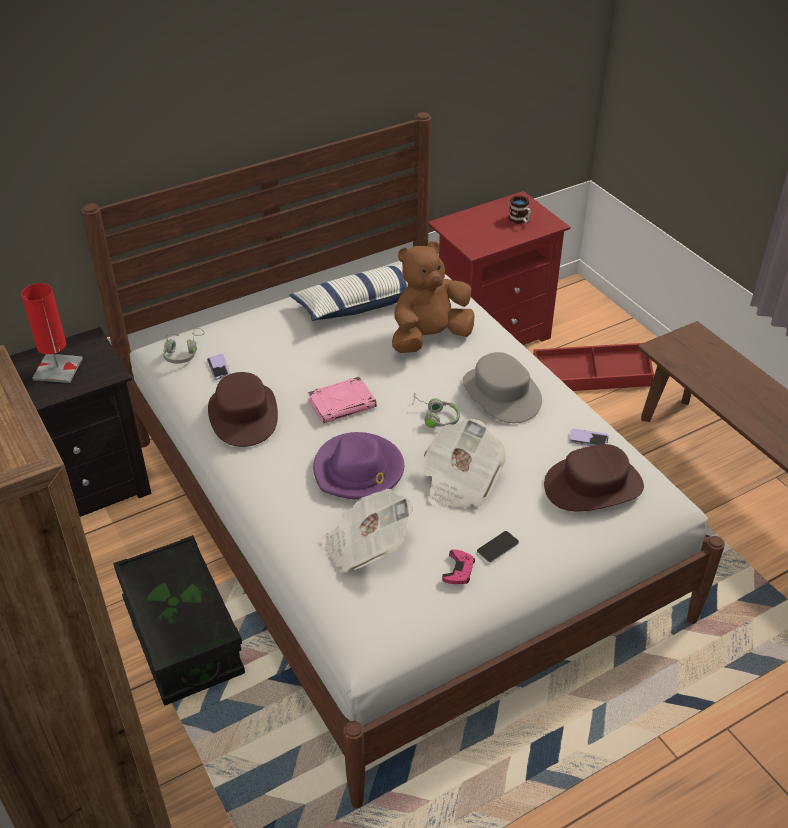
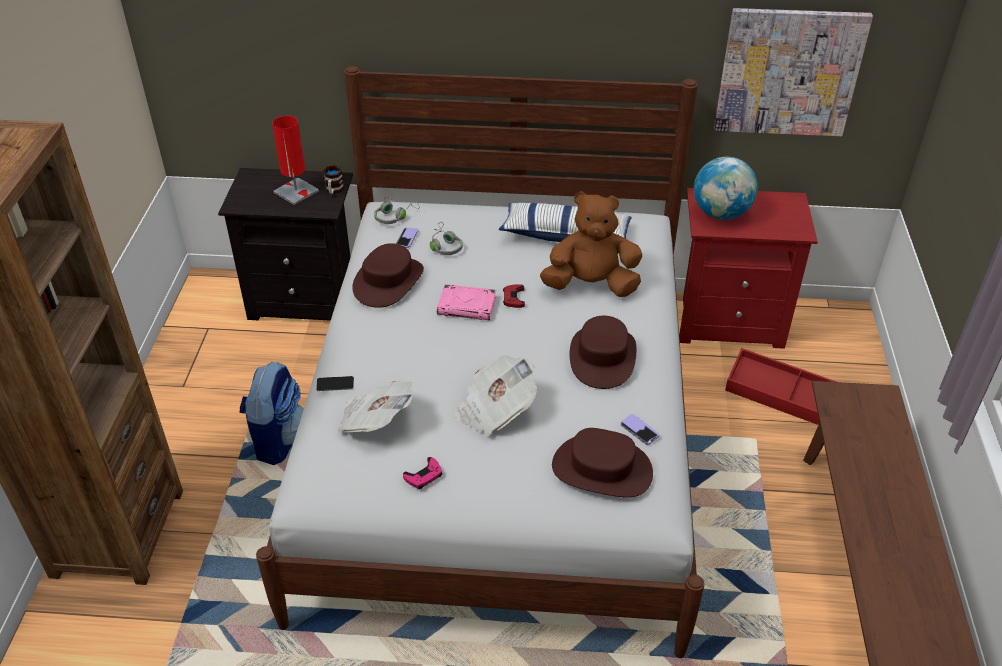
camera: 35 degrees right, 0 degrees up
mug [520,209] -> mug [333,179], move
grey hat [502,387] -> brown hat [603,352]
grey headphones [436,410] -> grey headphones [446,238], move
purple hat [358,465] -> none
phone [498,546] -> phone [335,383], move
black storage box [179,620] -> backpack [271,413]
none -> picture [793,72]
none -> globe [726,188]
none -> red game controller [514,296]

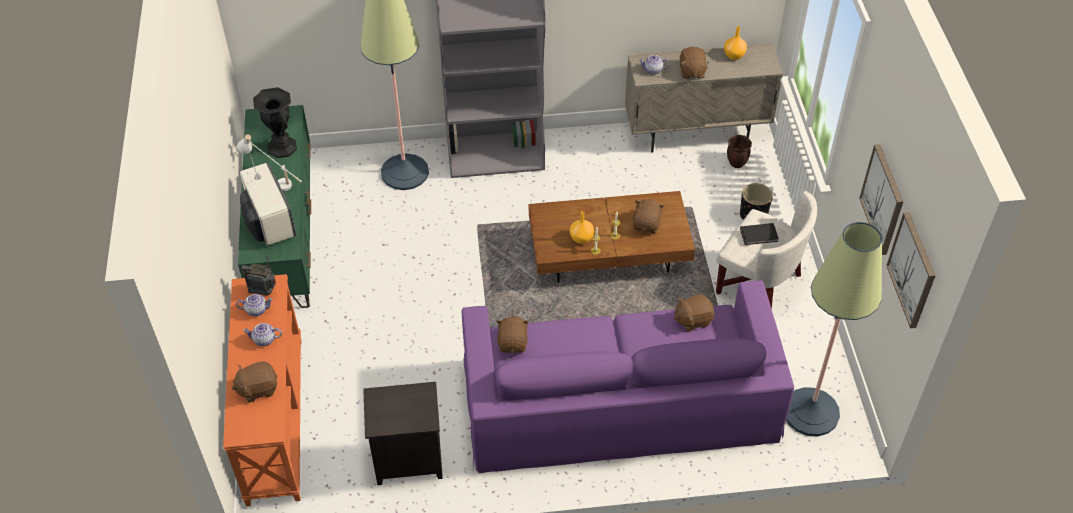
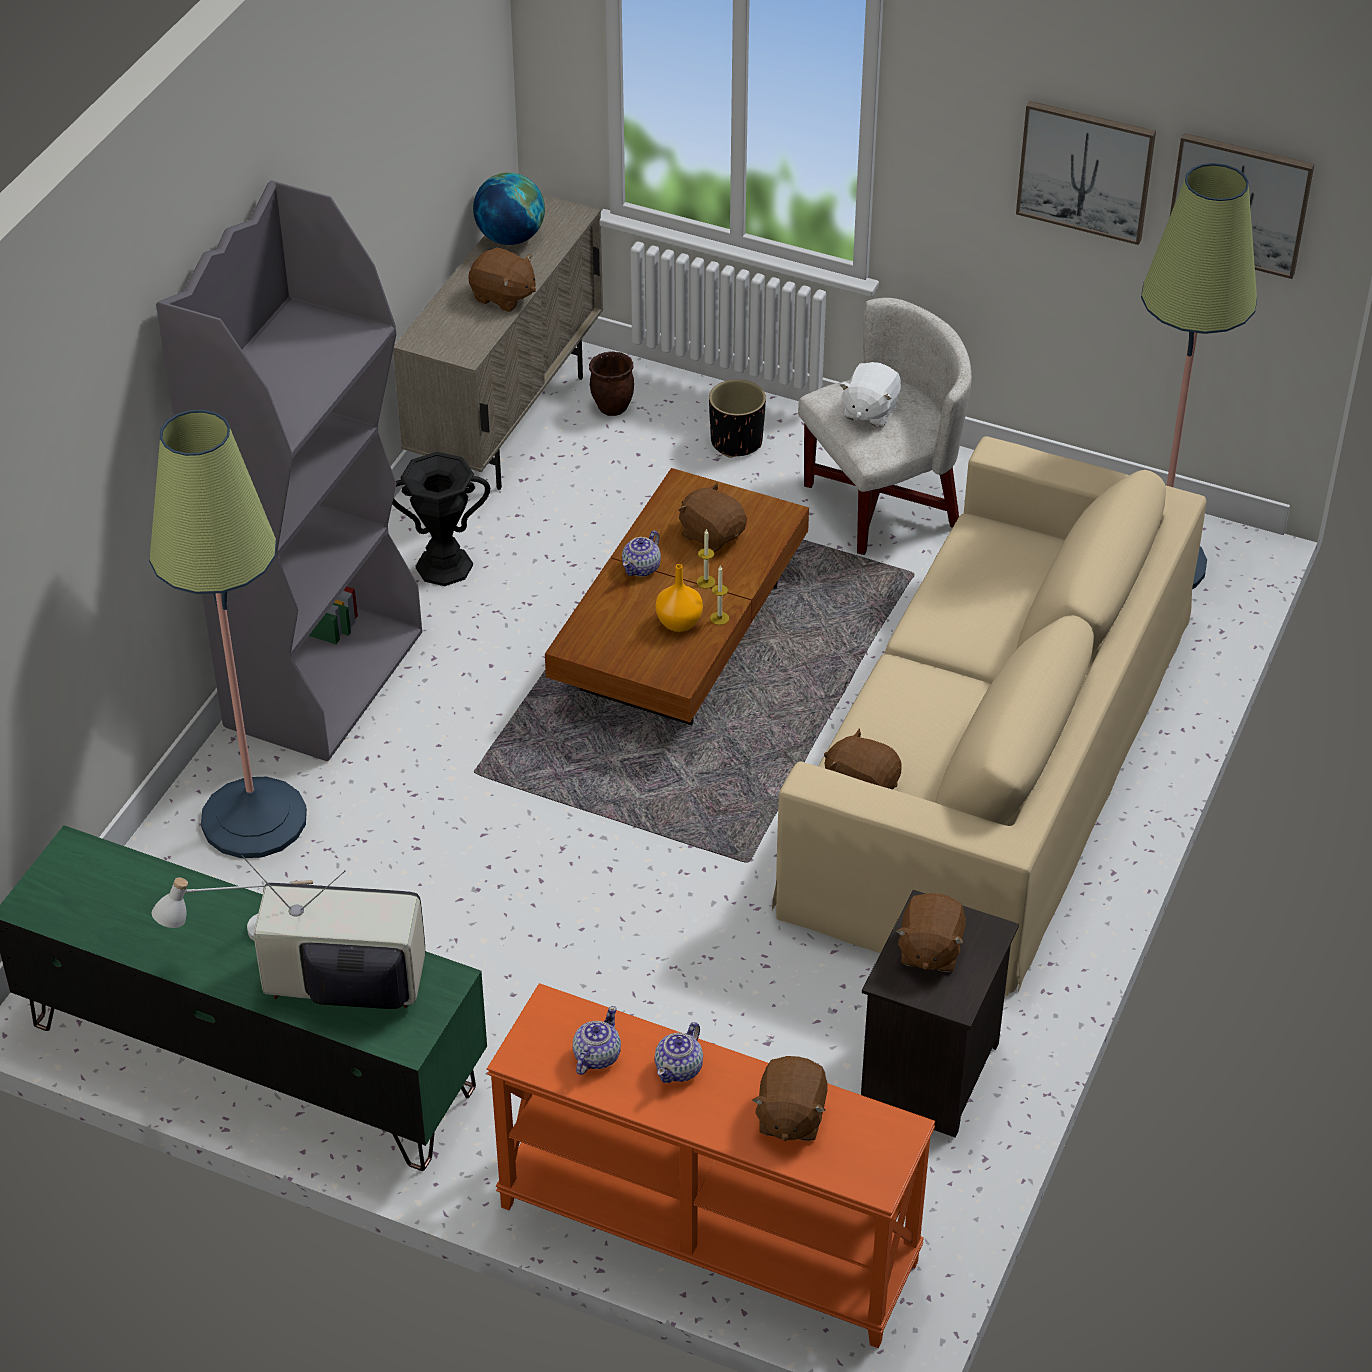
camera: 60 degrees left, 5 degrees down
orange vase [735,43] -> globe [509,208]
teapot [654,65] -> teapot [641,554], move
black vase [275,122] -> black vase [441,519], move
black book [759,234] -> white plush toy [870,394]
radio [258,275] -> none
purple sofa [628,376] -> beige sofa [989,716]
brown plush toy [694,313] -> brown plush toy [931,932], move

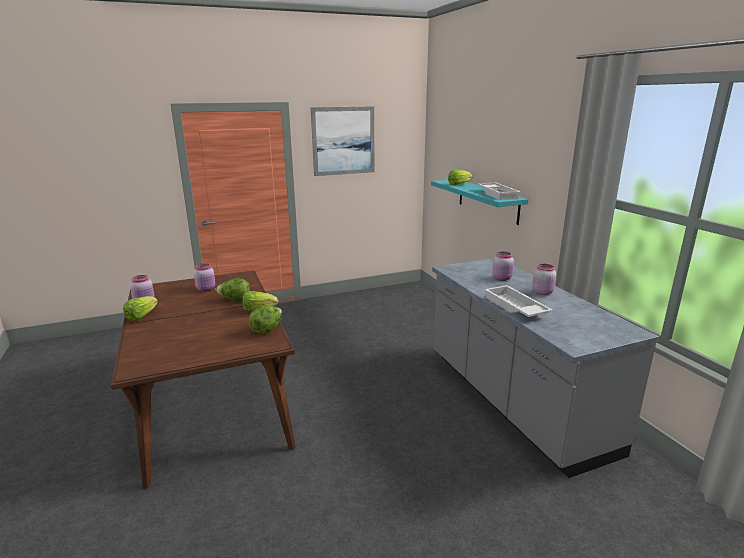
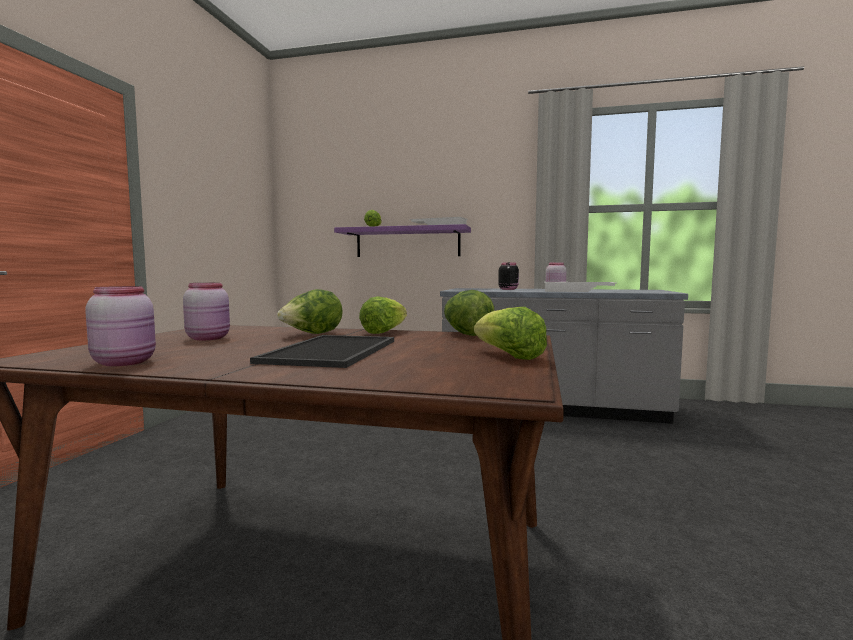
camera: 55 degrees left, 15 degrees down
picture [343,141] -> none
turquoise shelf [479,202] -> purple shelf [402,240]
pink jar [503,266] -> black jar [508,276]
lettuce [140,308] -> lettuce [510,333], move
none -> tray [322,351]

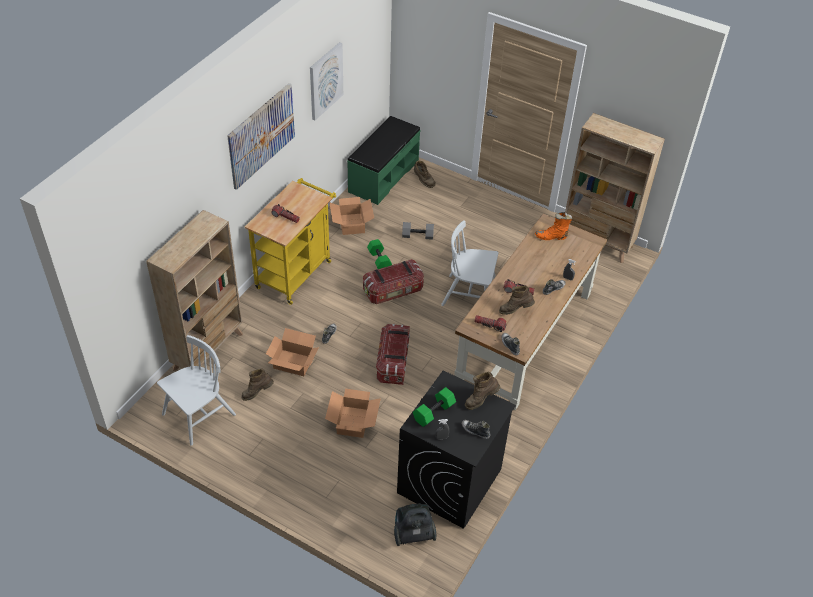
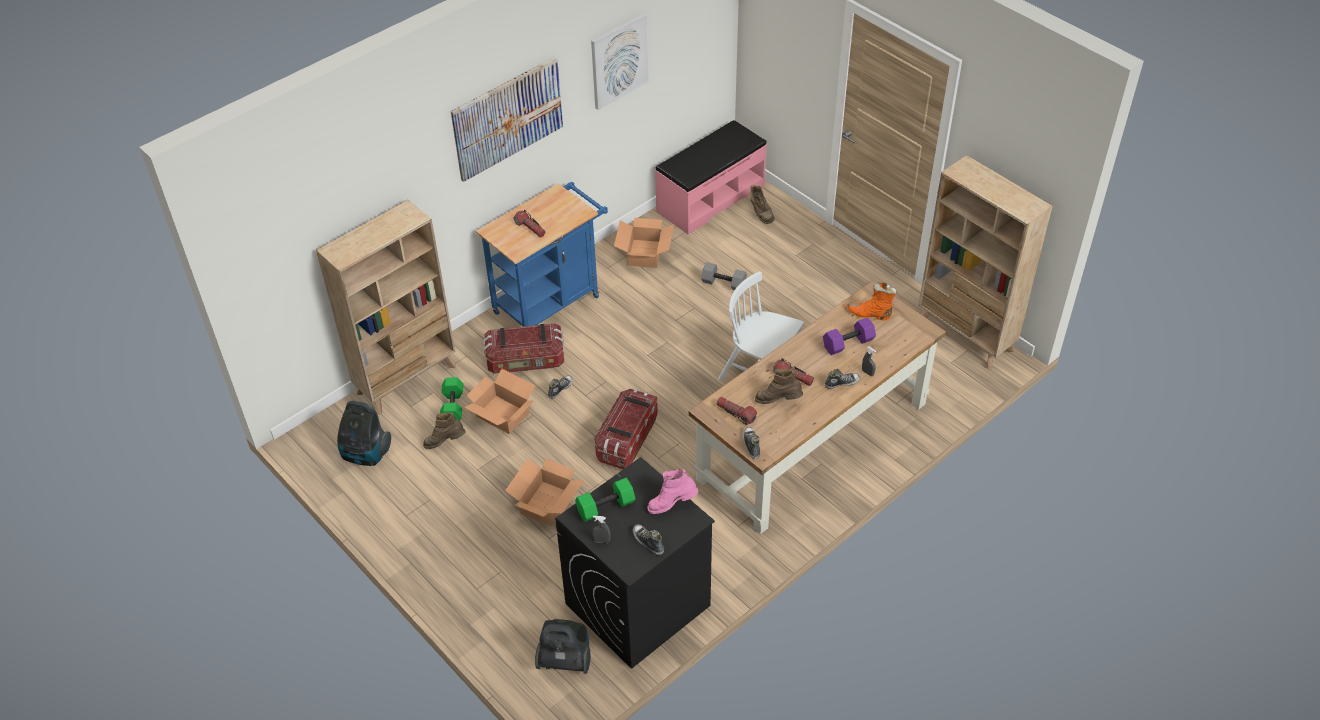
camera: 20 degrees right, 0 degrees up
green bench [384,160] -> pink bench [711,177]
yellow cart [290,241] -> blue cart [542,254]
green dumbbell [379,254] -> green dumbbell [452,399], move
storage box [393,281] -> storage box [523,348], move
white chair [196,390] -> vacuum cleaner [364,433]
brown boot [482,391] -> pink boot [672,491]
none -> purple dumbbell [849,336]

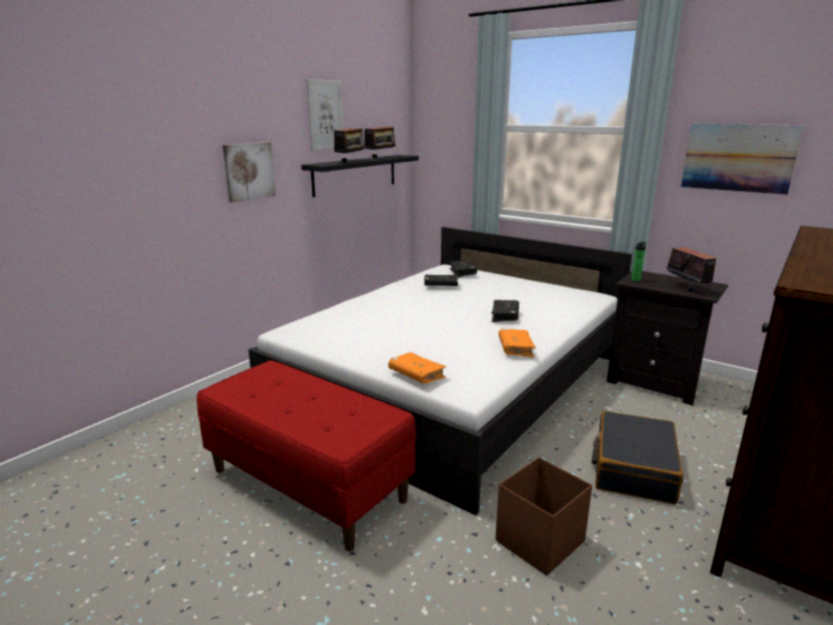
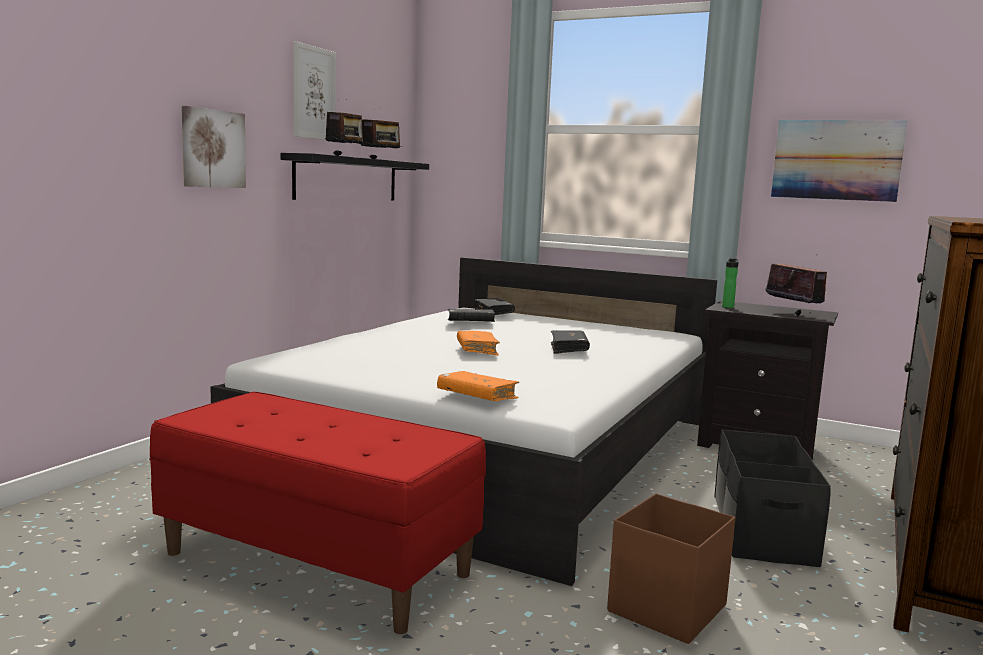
camera: 10 degrees left, 10 degrees down
orange book [517,343] -> orange book [478,343], move
black suitcase [637,457] -> black storage box [772,498]

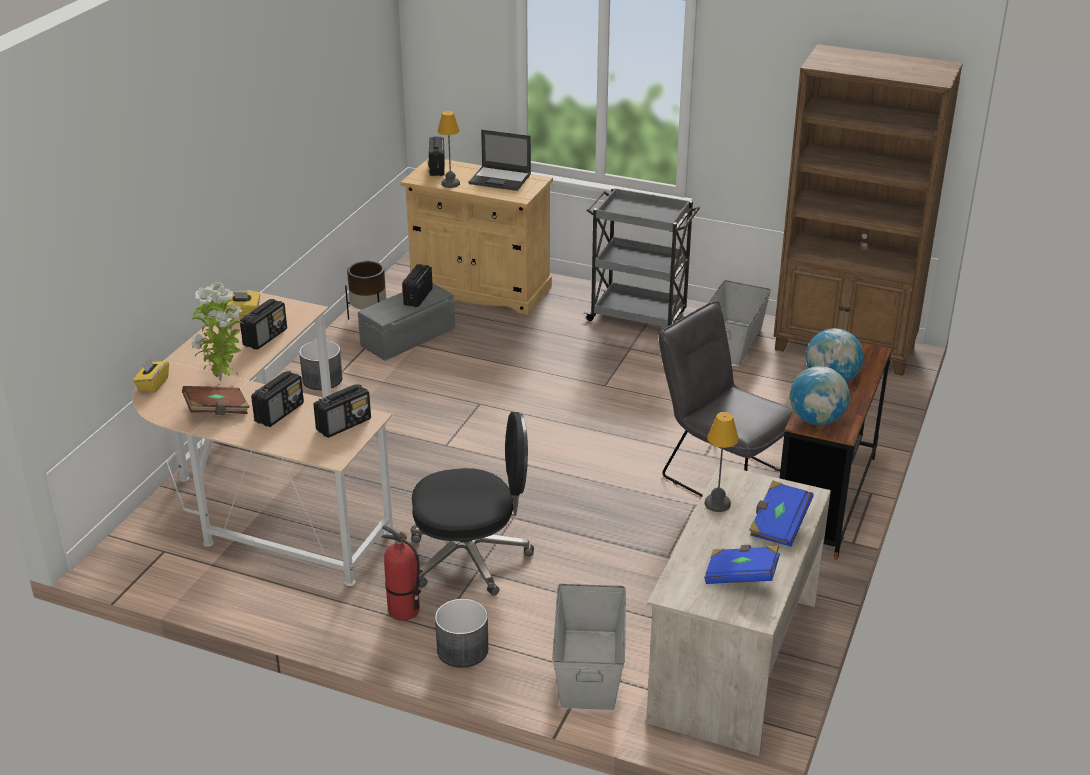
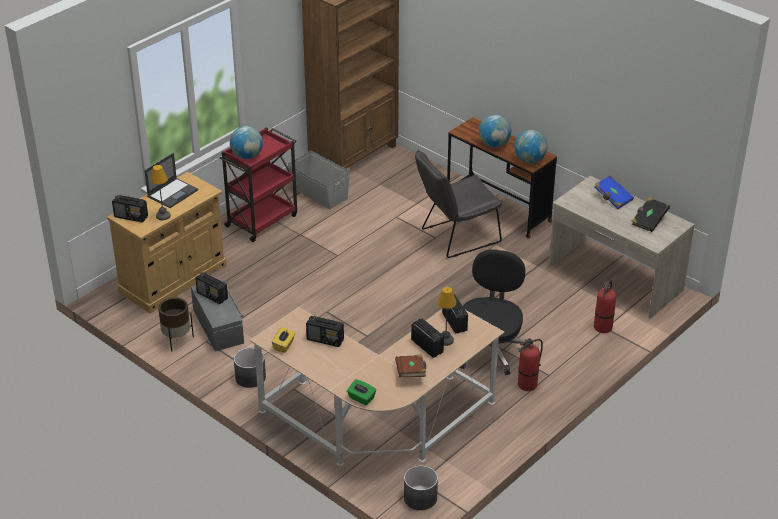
camera: 70 degrees left, 5 degrees up
grey cart [642,257] -> red cart [258,185]
potted plant [217,332] -> none
radio [263,324] -> radio [325,331], 150 degrees clockwise
yellow tissue box [151,375] -> green tissue box [361,392]
table lamp [722,462] -> table lamp [447,316], move
blue book [742,564] -> black book [650,214]
grey storage box [589,647] -> fire extinguisher [605,306]
grey planter [461,633] -> grey planter [421,487], move
none -> globe [246,142]

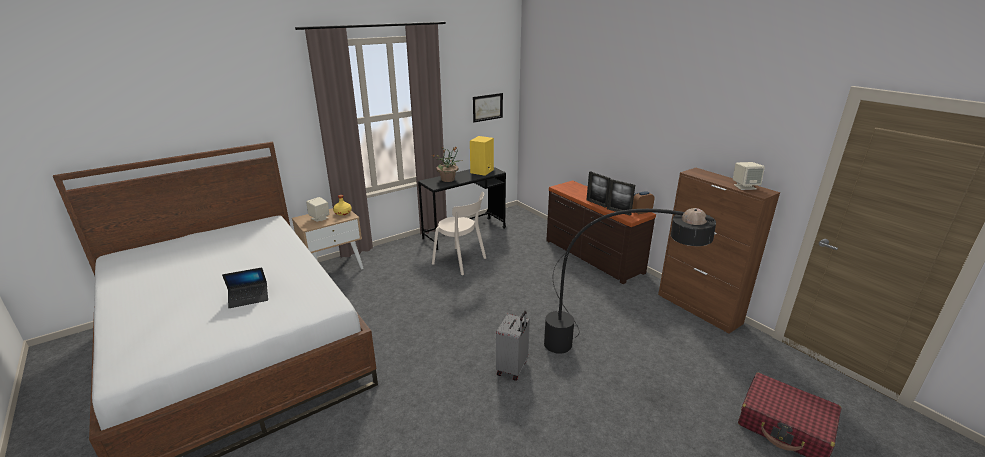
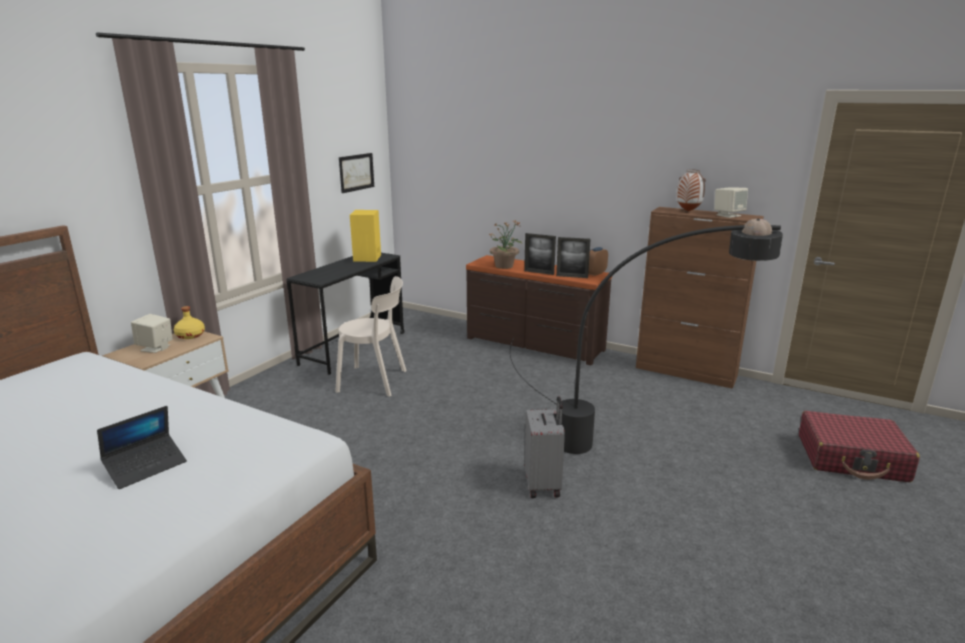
camera: 25 degrees left, 5 degrees down
potted plant [447,164] -> potted plant [506,244], move
none -> vase [691,190]

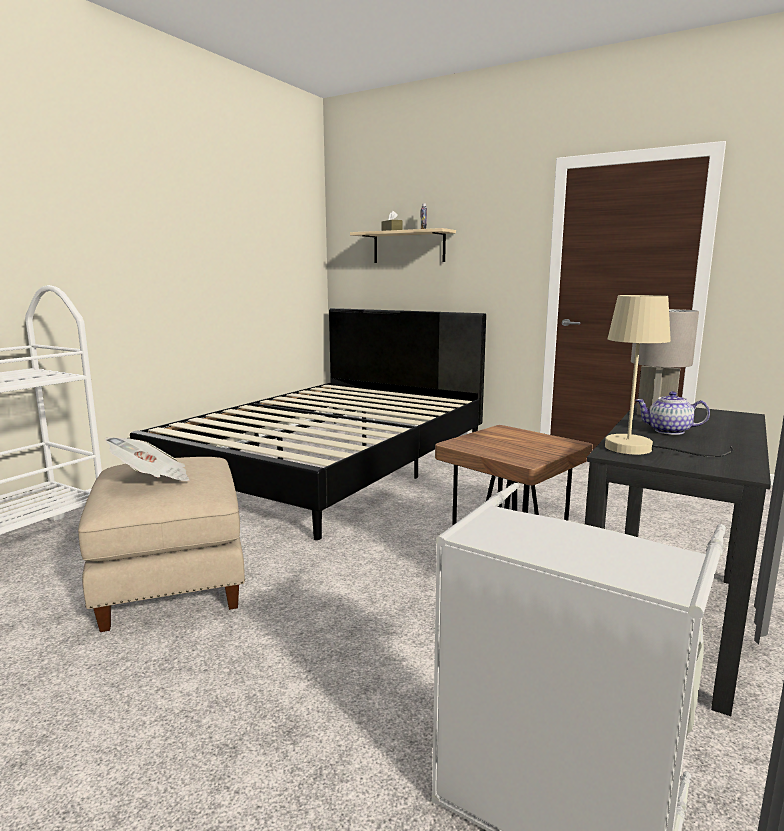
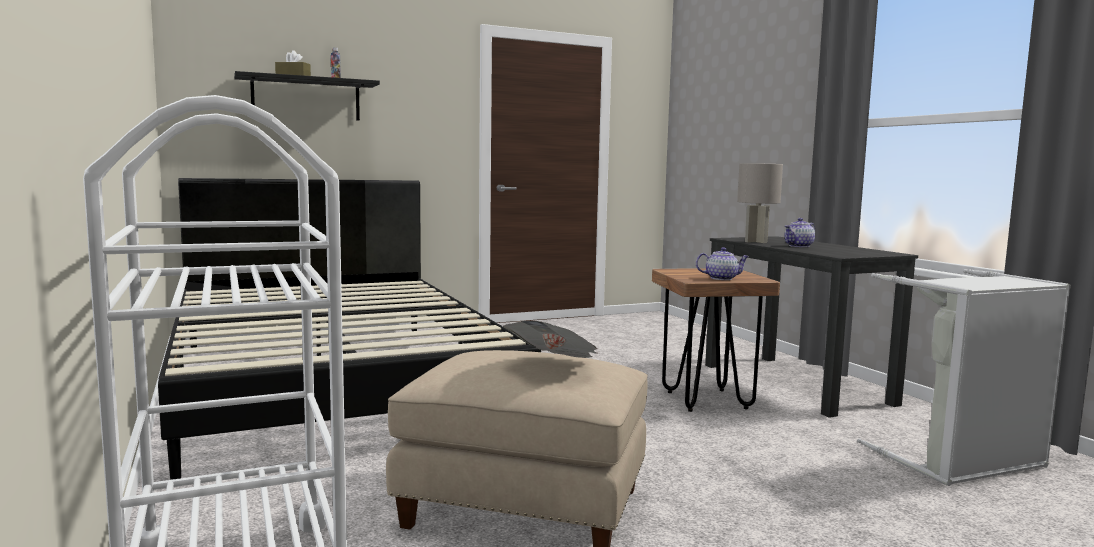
camera: 55 degrees left, 5 degrees down
beige shelf [403,245] -> black shelf [307,96]
beige table lamp [669,376] -> none
none -> teapot [723,263]

